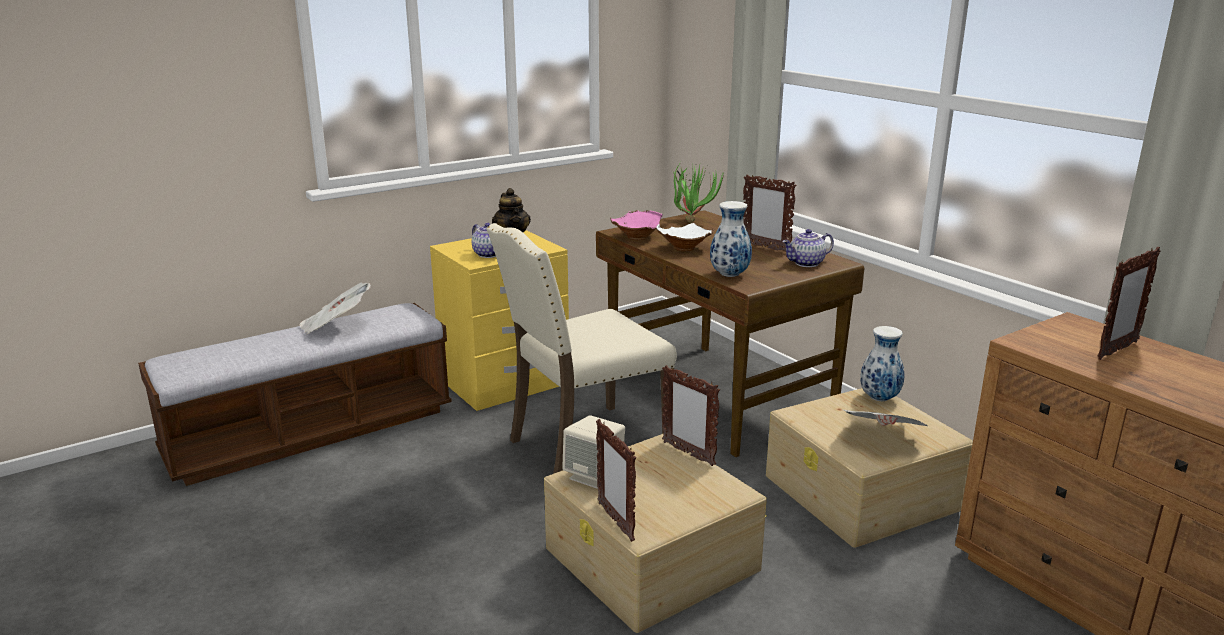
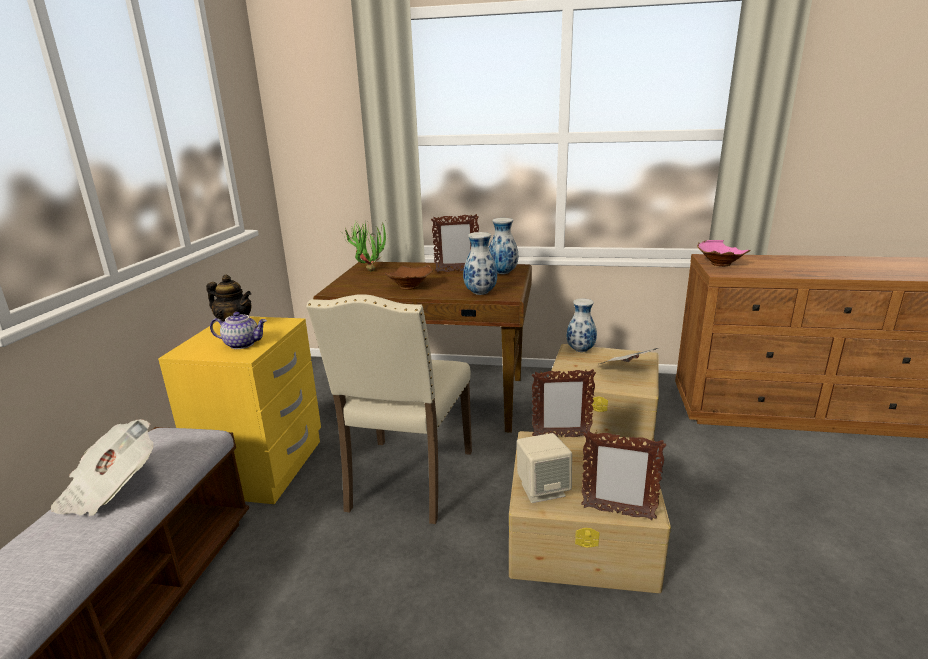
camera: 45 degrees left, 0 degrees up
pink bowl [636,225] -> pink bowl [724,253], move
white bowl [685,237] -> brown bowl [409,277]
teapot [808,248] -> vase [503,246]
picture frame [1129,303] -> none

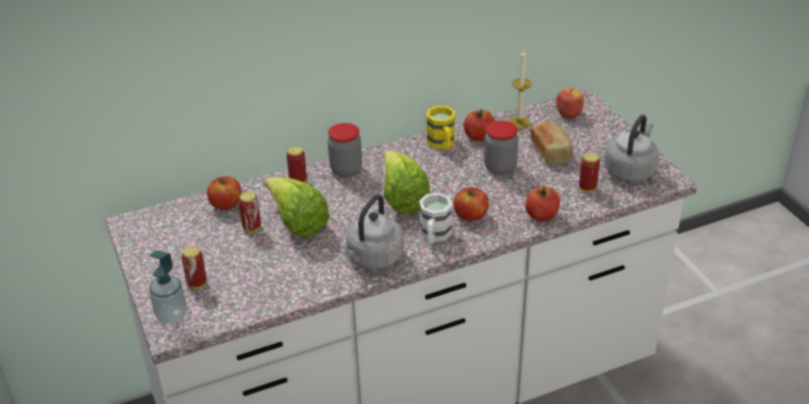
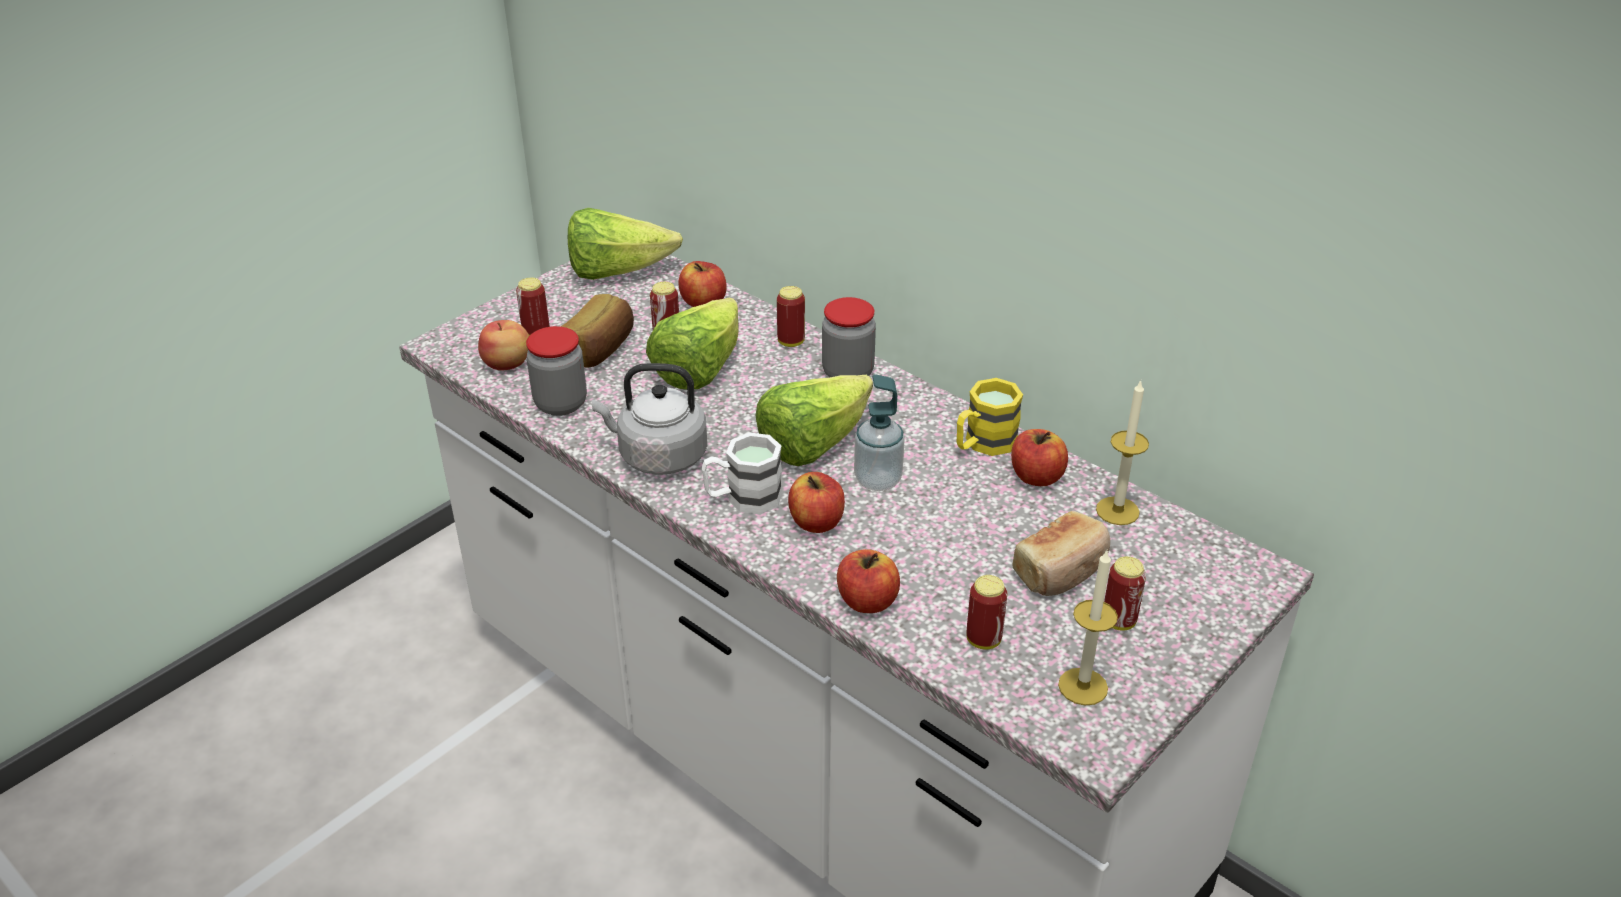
camera: 65 degrees right, 0 degrees up
apple [570,103] -> apple [503,345], move
grey kettle [631,148] -> candle [1088,627]
jar [501,148] -> jar [556,371], move
soap dispenser [168,287] -> soap dispenser [879,432], move
none -> lettuce [625,244]
none -> bread [597,331]
none -> can [1125,593]

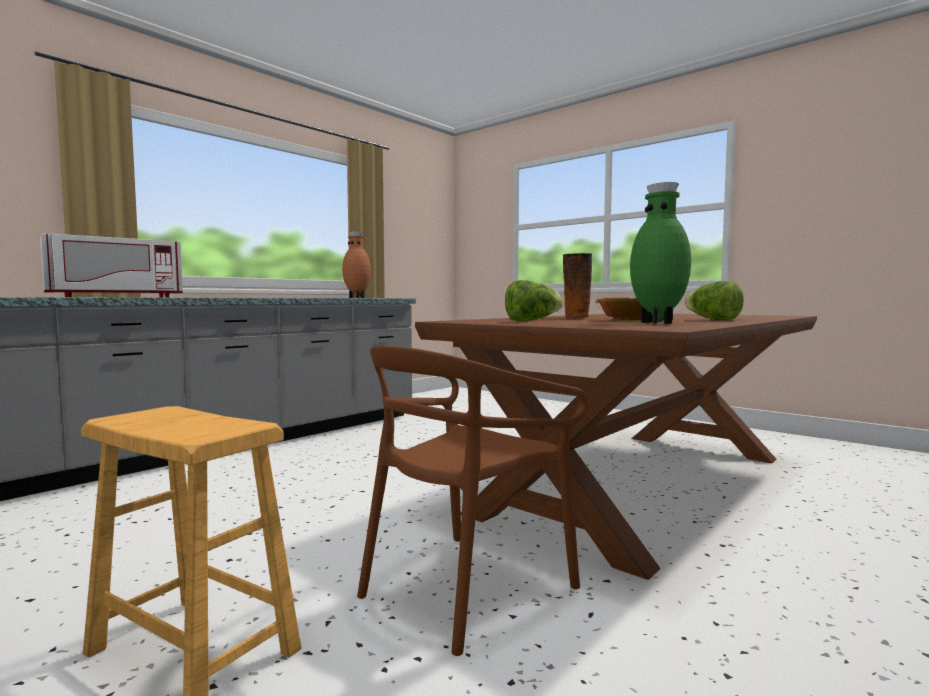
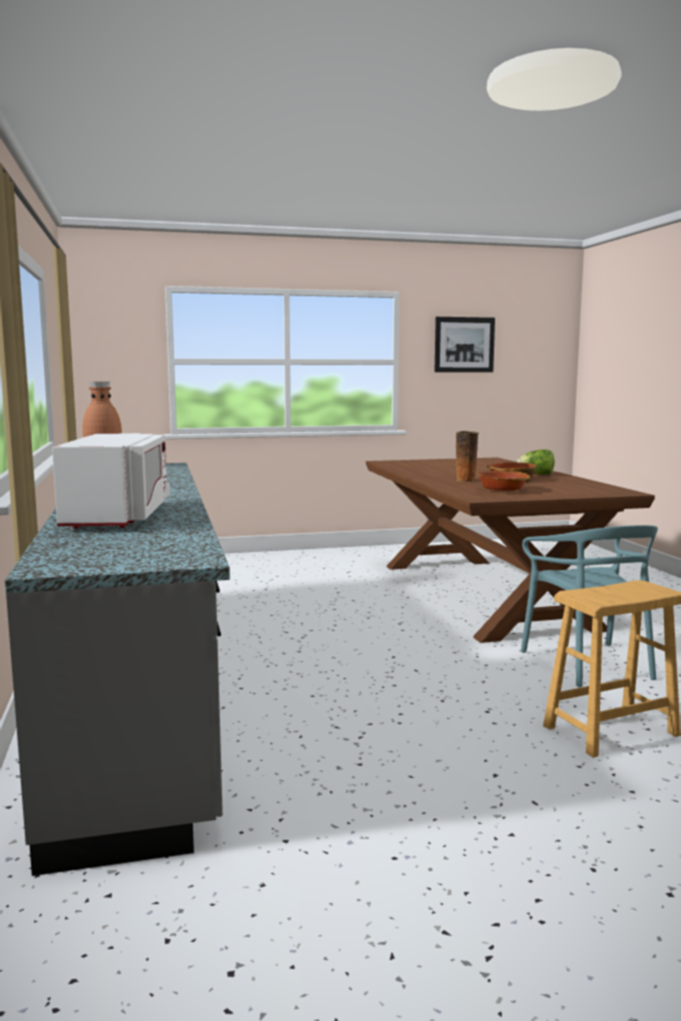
camera: 55 degrees left, 5 degrees up
green vase [660,253] -> none
lettuce [534,300] -> bowl [503,481]
brown chair [473,501] -> turquoise chair [589,606]
none -> picture [464,344]

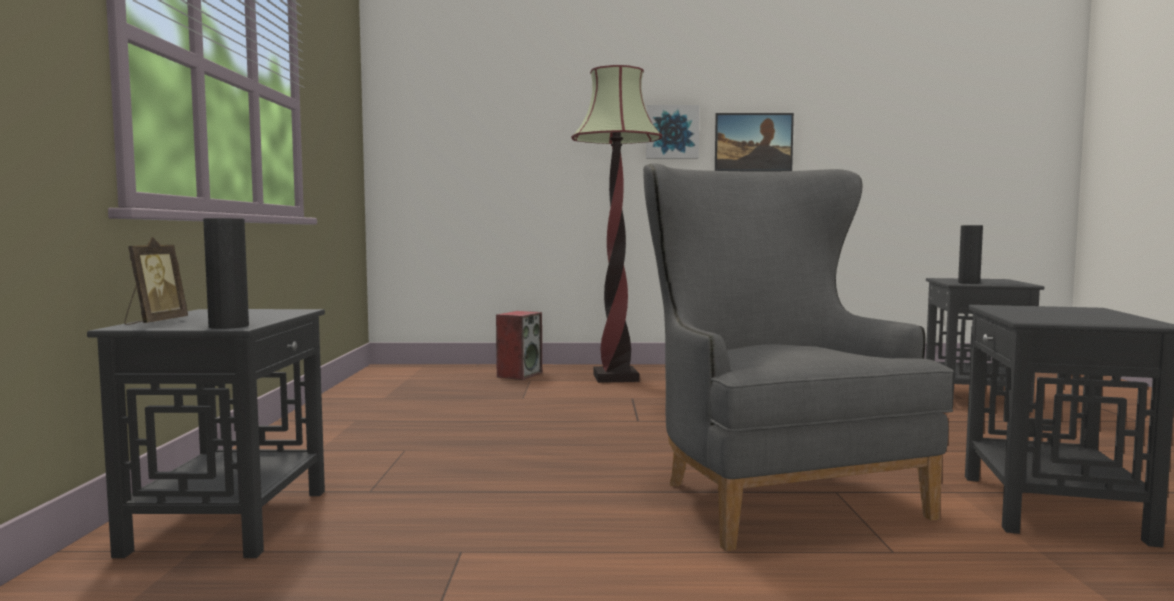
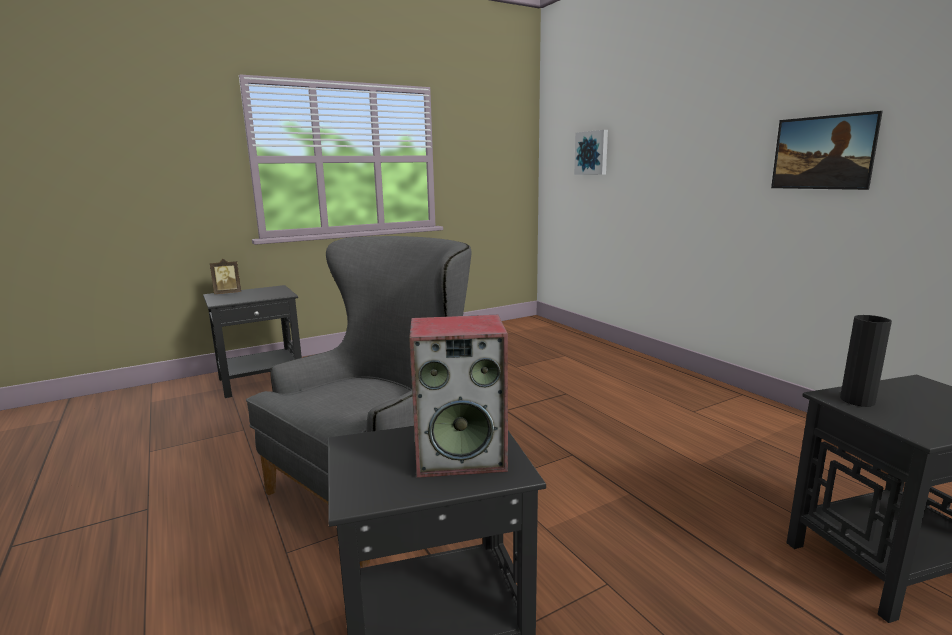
camera: 60 degrees right, 10 degrees up
floor lamp [616,224] -> none
picture [672,132] -> picture [591,152], move
black vase [226,273] -> none
speaker [519,345] -> speaker [458,396], move

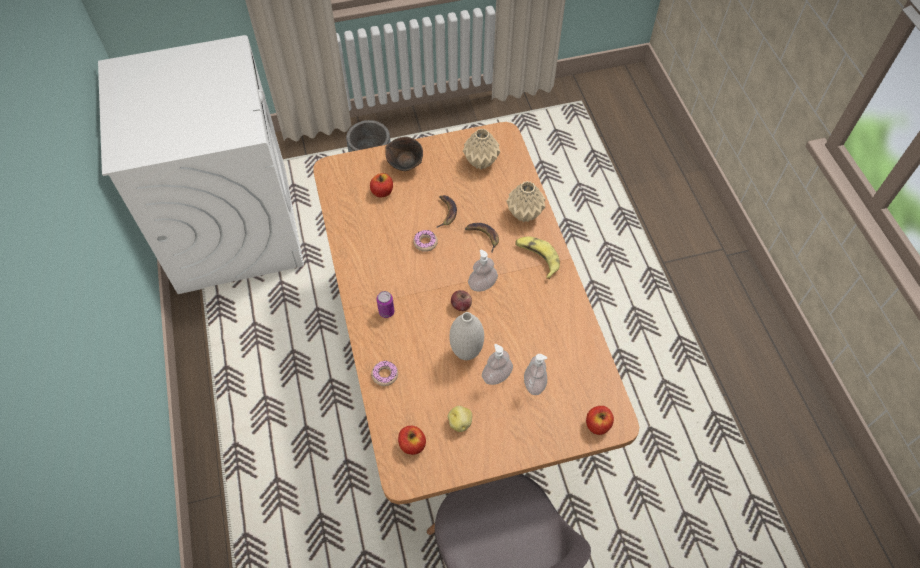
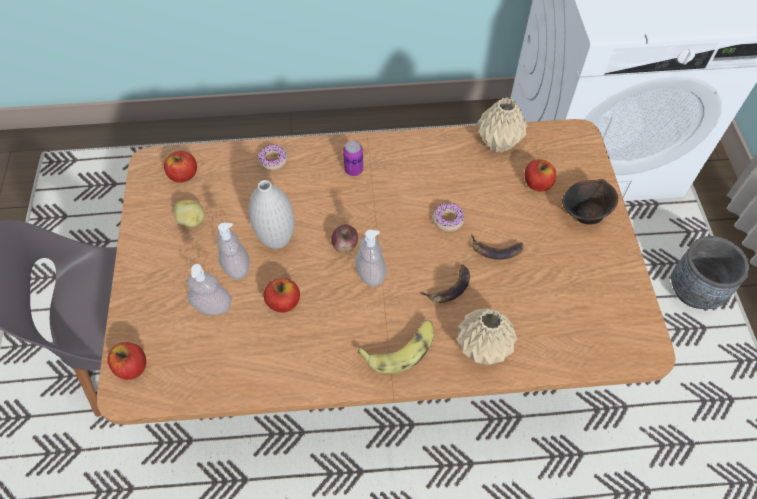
camera: 100 degrees right, 0 degrees up
beige vase [481,148] -> beige vase [502,125], move
none -> apple [282,295]

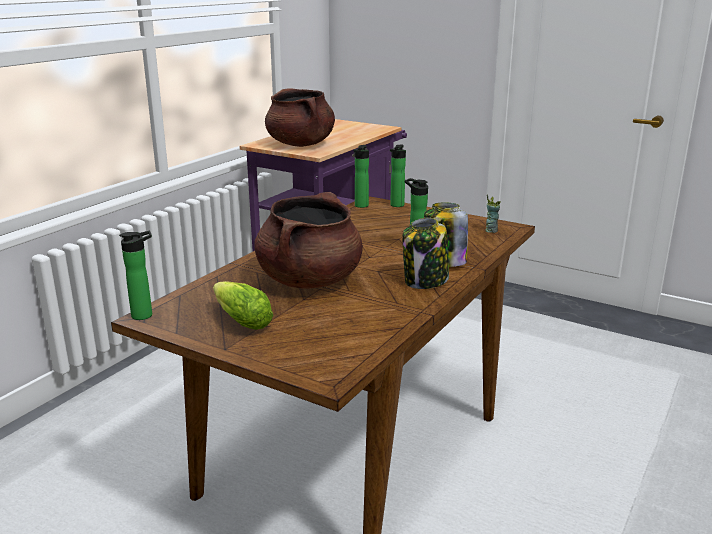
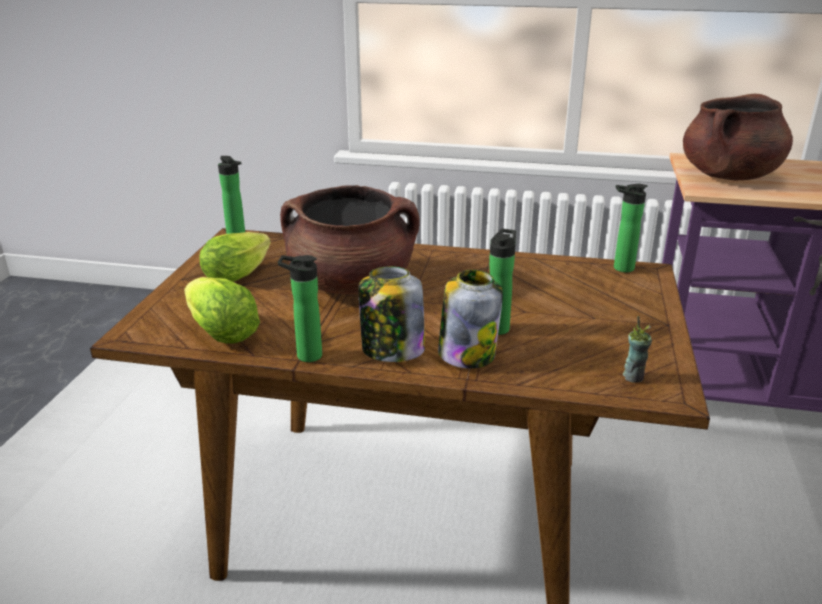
camera: 70 degrees right, 5 degrees up
bottle [398,175] -> bottle [300,308], move
none -> lettuce [222,310]

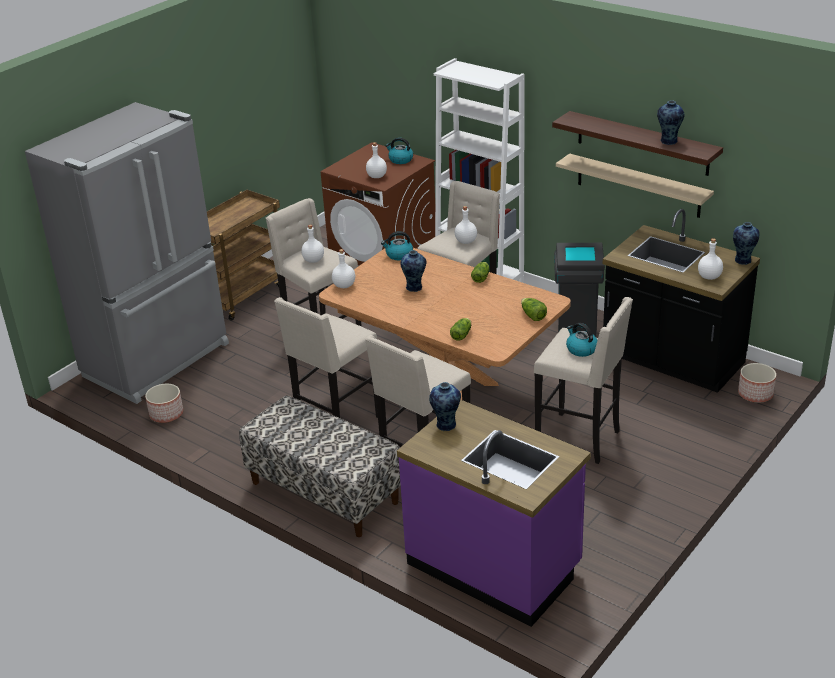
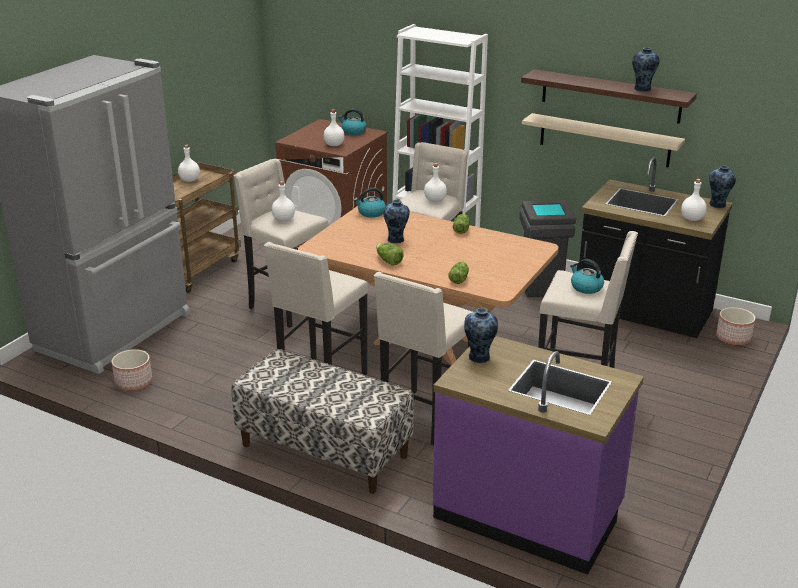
camera: 10 degrees left, 5 degrees down
white bottle [343,268] -> white bottle [189,163], move
lettuce [534,309] -> lettuce [390,254], move

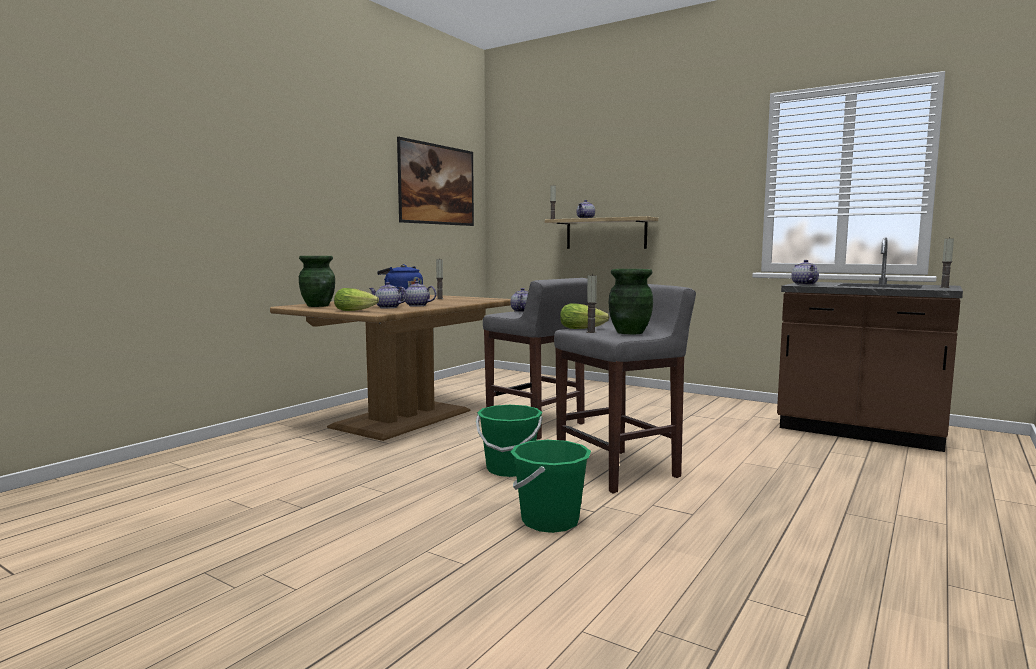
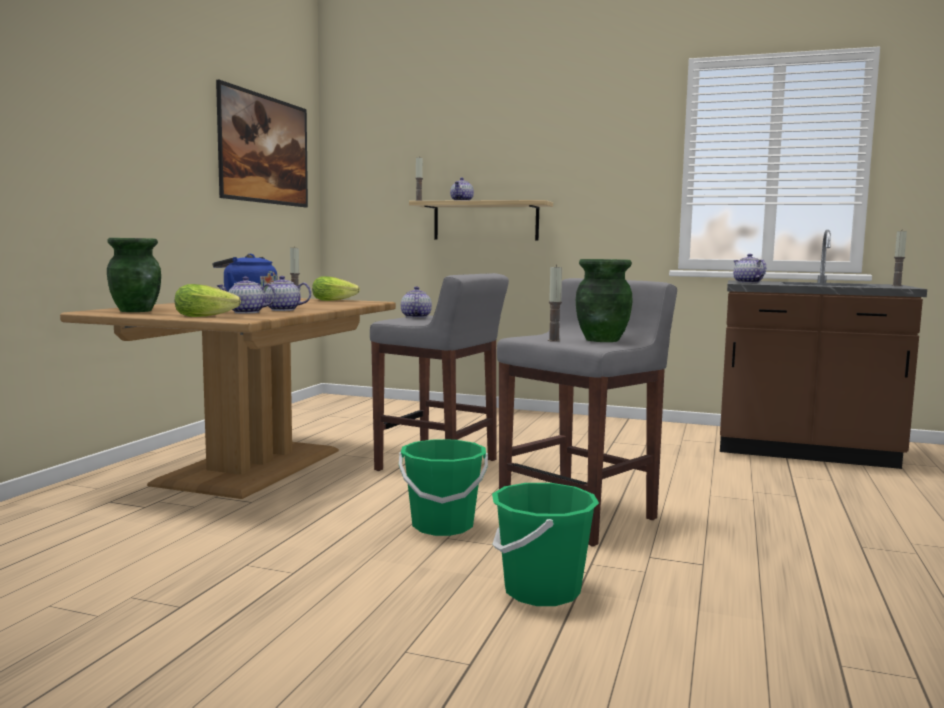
camera: 15 degrees left, 0 degrees up
lettuce [584,316] -> lettuce [336,288], move

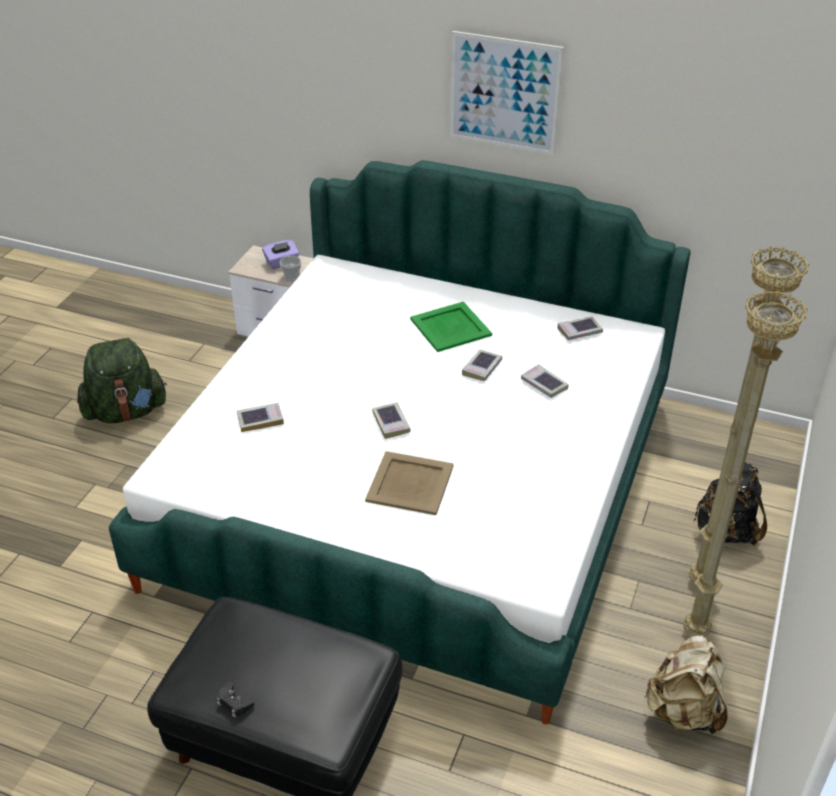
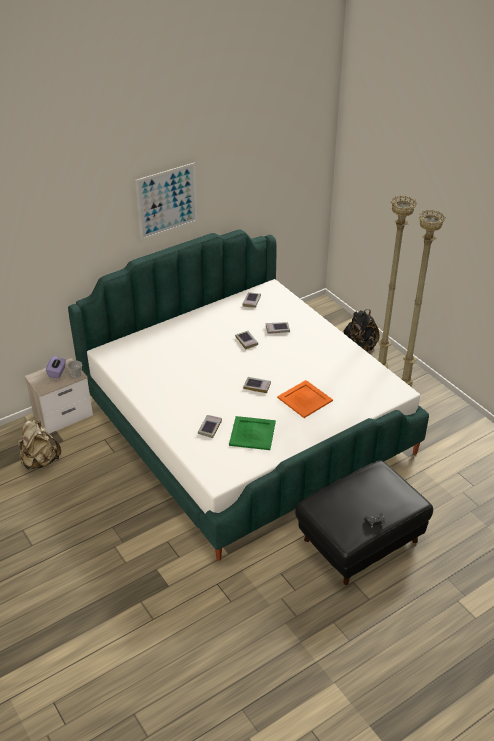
camera: 55 degrees left, 0 degrees up
green tray [451,327] -> green tray [252,433], move
green backpack [122,380] -> none
beige tray [409,483] -> orange tray [305,399]
beige backpack [686,684] -> beige backpack [39,444], move

